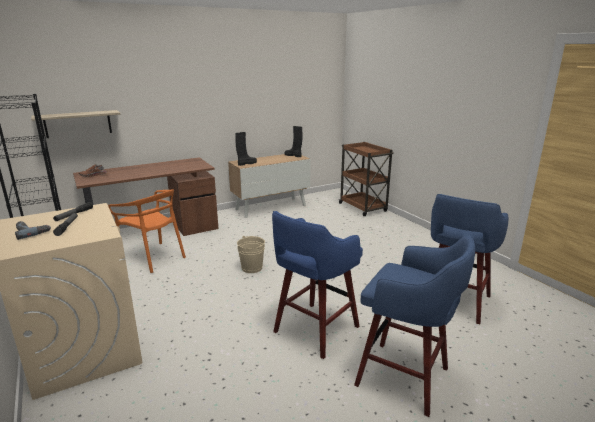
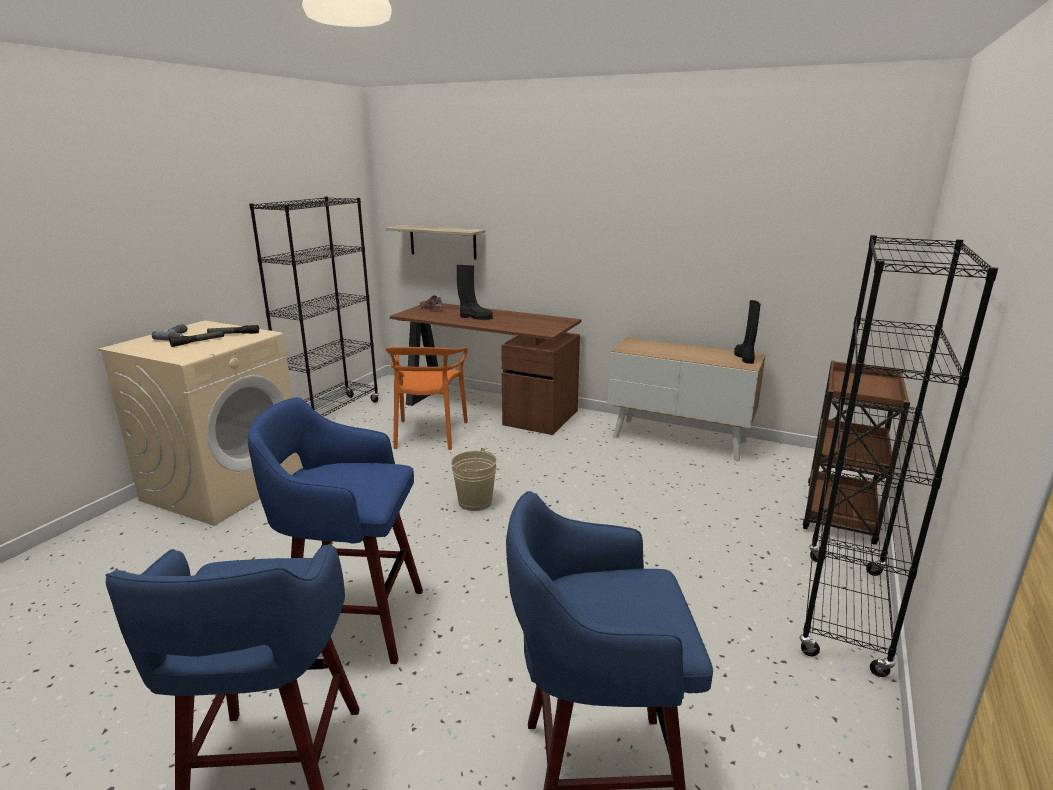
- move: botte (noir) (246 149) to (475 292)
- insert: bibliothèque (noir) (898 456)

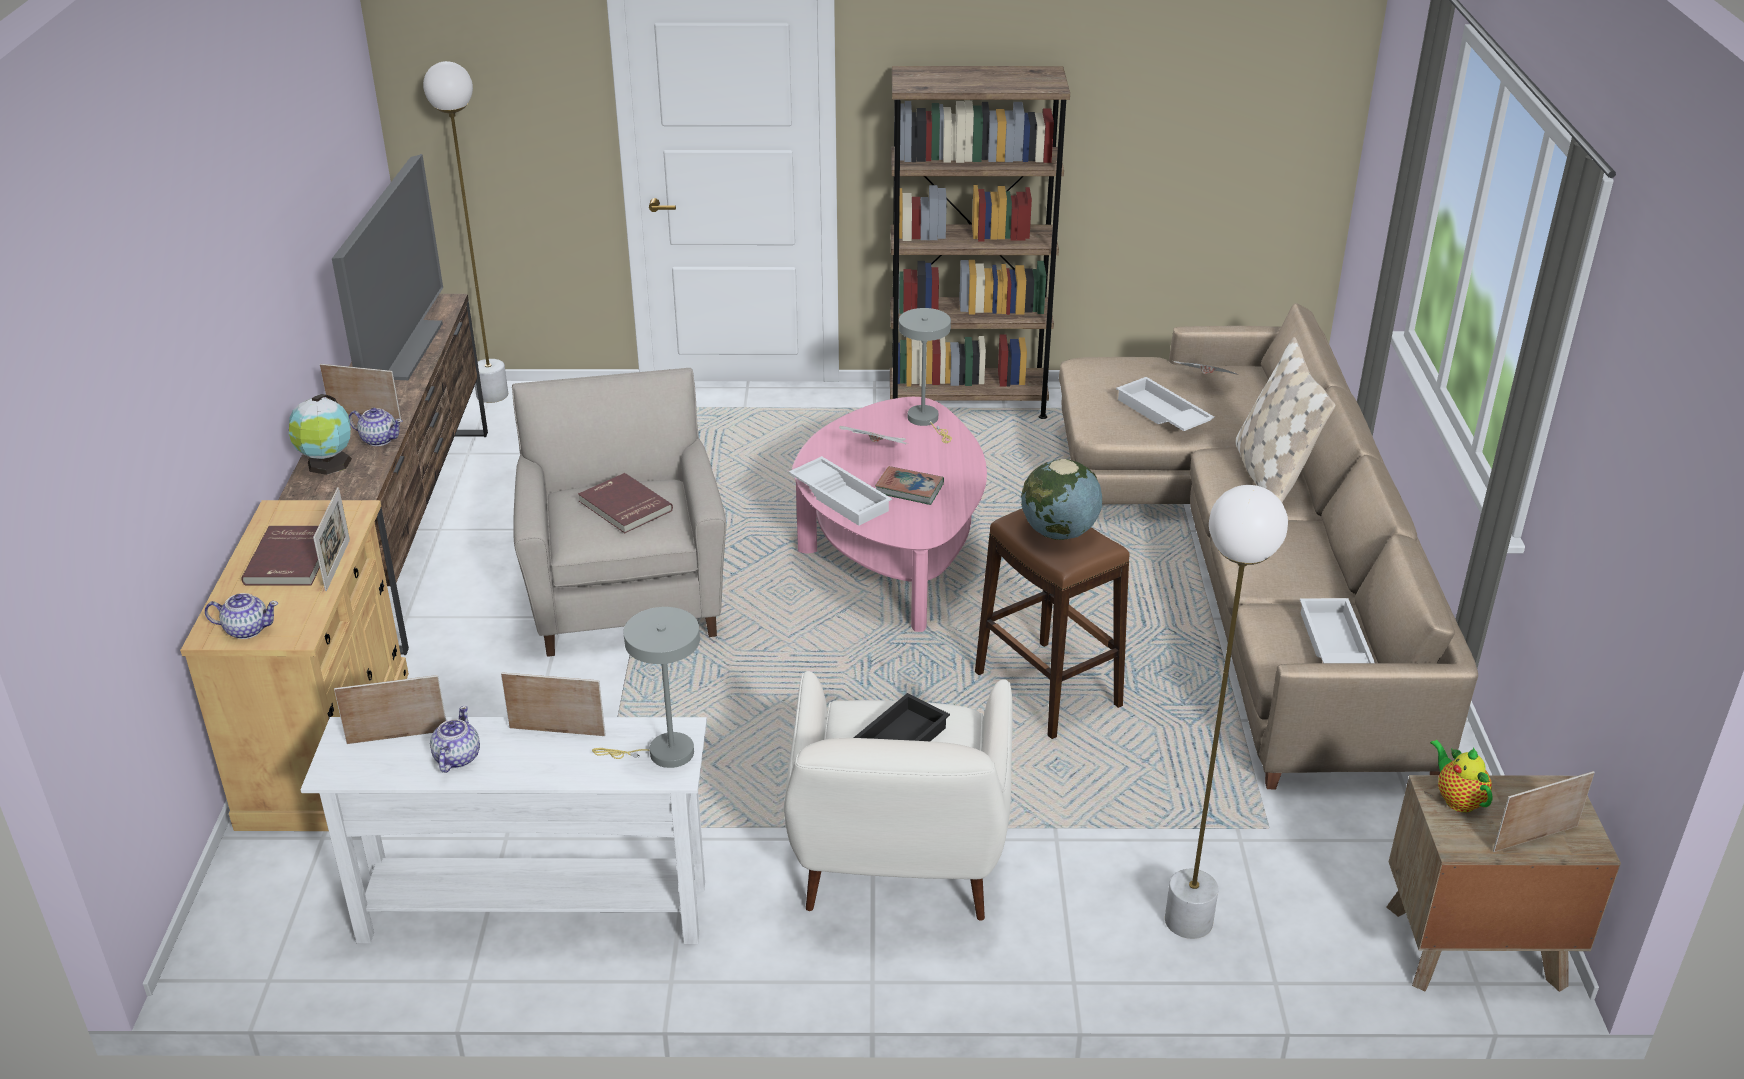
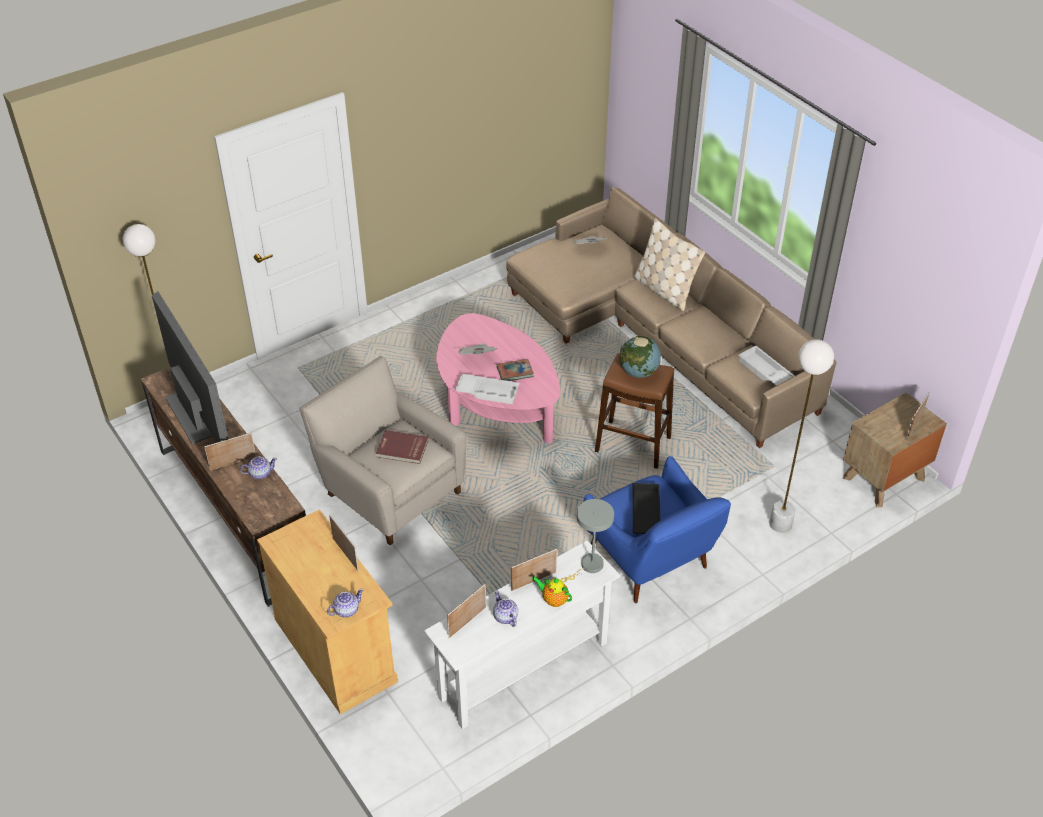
- delete: bibliothèque (marron) (980 242)
- delete: lampe de table (gris) (925 375)
- delete: plateau (blanc) (1165 404)
- delete: globe (320 434)
- delete: livre (rouge) (280 555)
- recolor: fauteuil (blanc) (898 796) to fauteuil (bleu) (657 529)
- move: théière (1461 776) to (552 591)

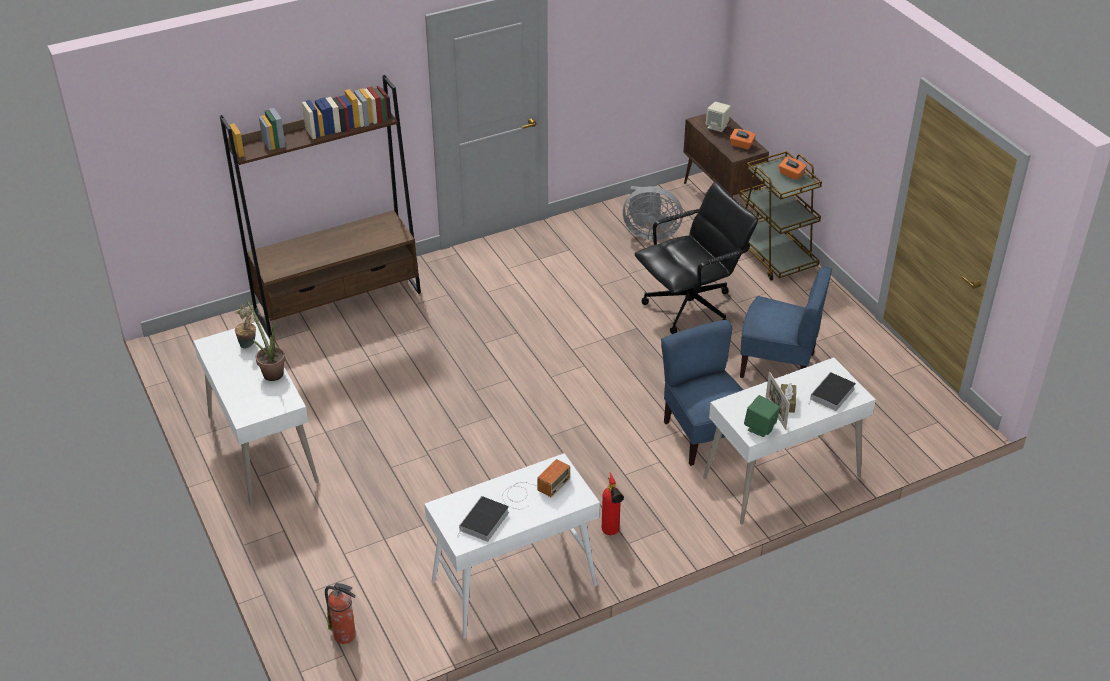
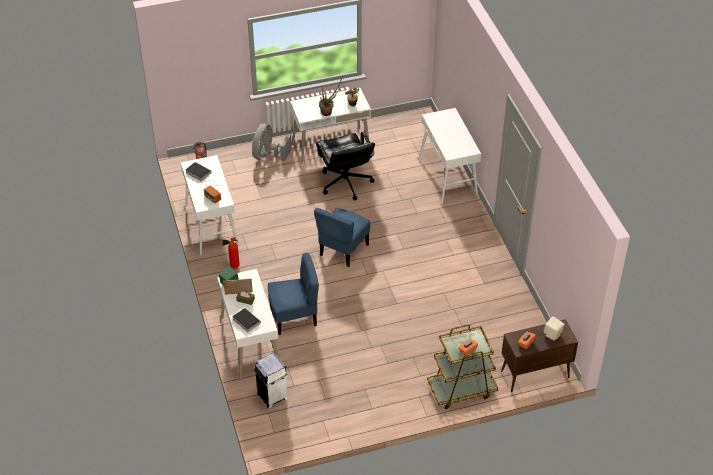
- replace: bibliothèque (marron) (320 206) to table console (blanc) (450 155)
- move: chaise de bureau (noir) (696 258) to (345 166)
- move: ventilateur (gris) (653 213) to (272 142)
- move: chaise (bleu) (786 322) to (342 237)
- insert: poubelle (blanc) (271 380)

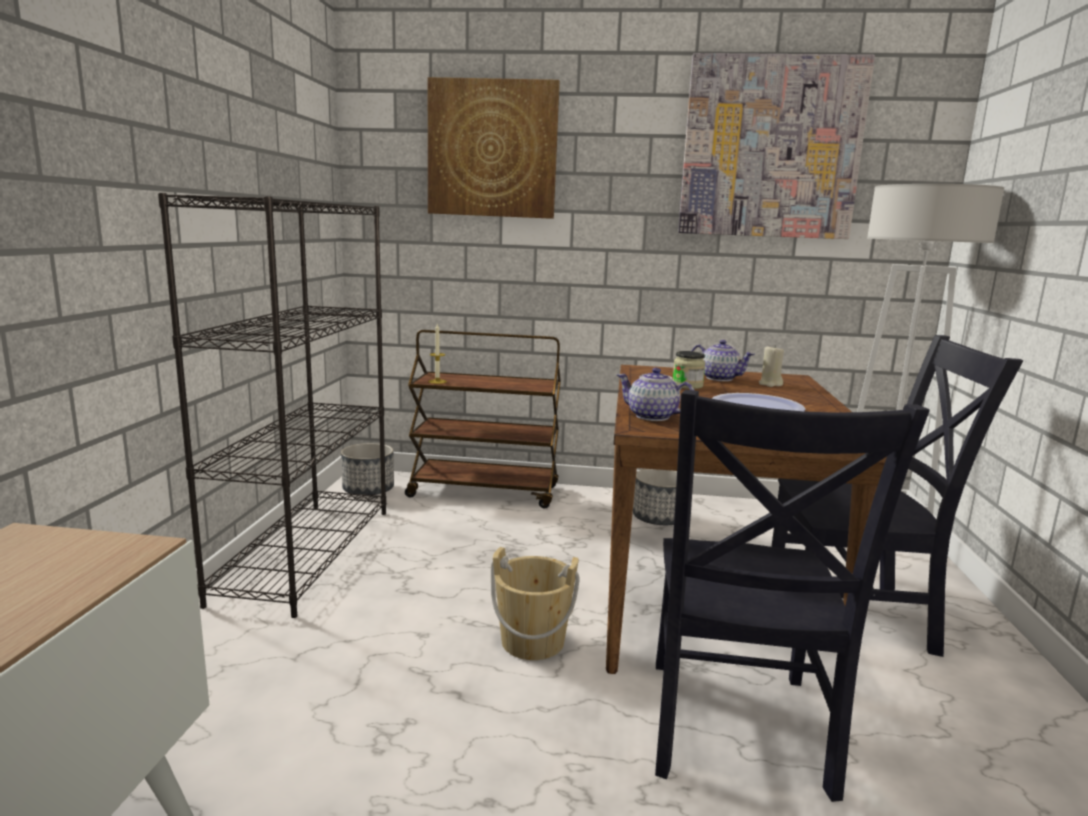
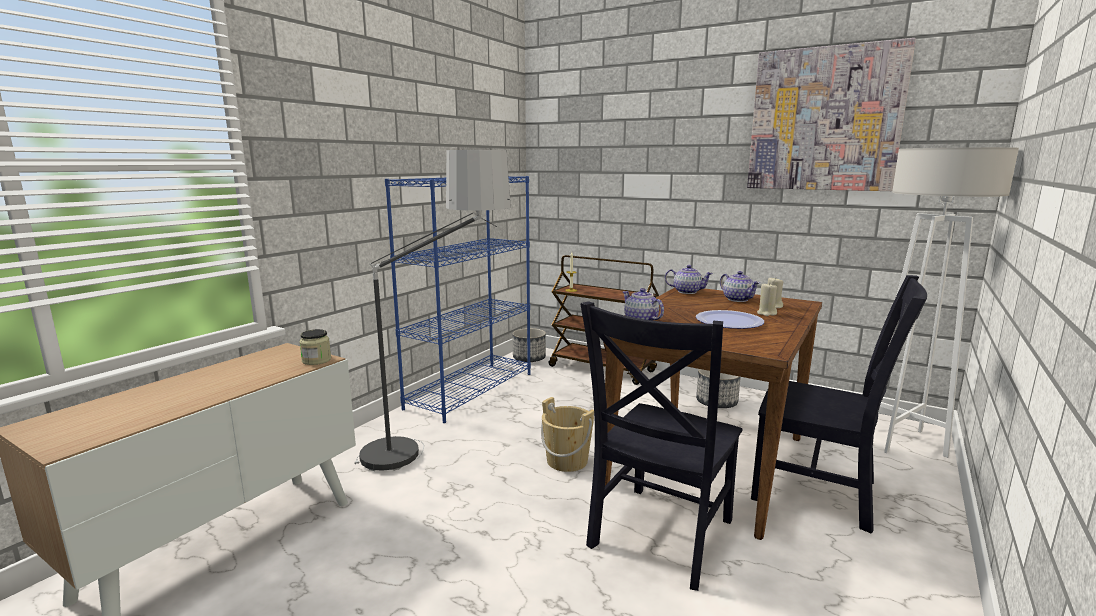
- delete: tableau (494 148)
- recolor: bibliothèque (noir) (272 405) to bibliothèque (bleu) (458 299)
- move: bocal (689 370) to (315 347)
- insert: lampadaire (432 310)
- insert: théière (689 279)
- insert: bougie (beige) (767 299)

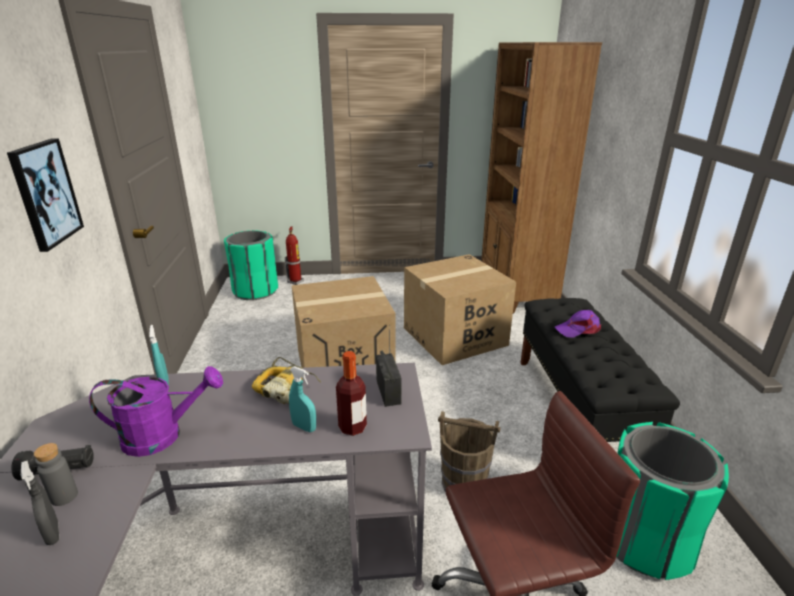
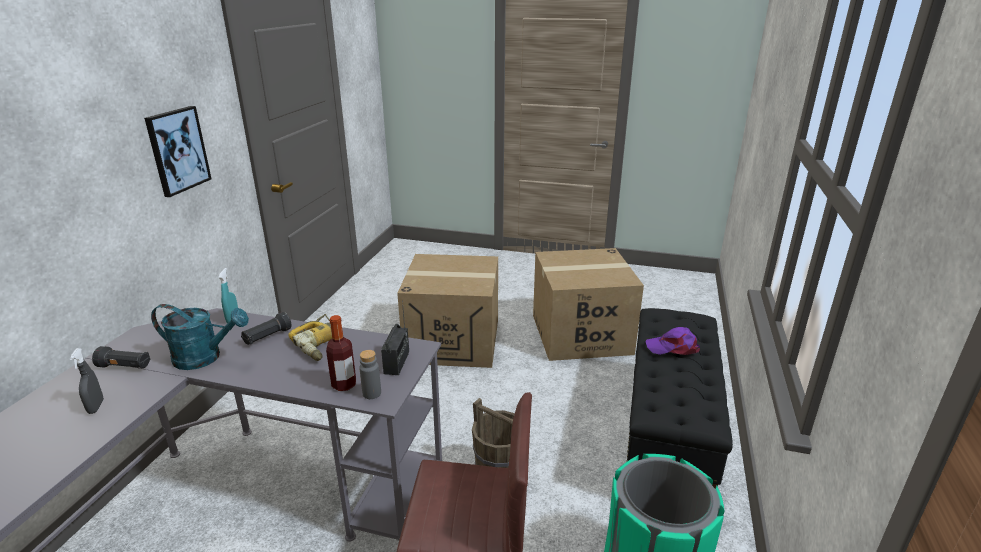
- delete: bibliothèque (marron) (542 177)
- delete: extincteur (294 256)
- delete: poubelle (vert) (251 265)
- recolor: arrosoir (violet) (156 411) to arrosoir (turquoise) (200 337)
- delete: vaporisateur (turquoise) (302 399)
- move: bouteille (gris) (56 474) to (370 374)
- insert: lampe de poche (noir) (266 328)

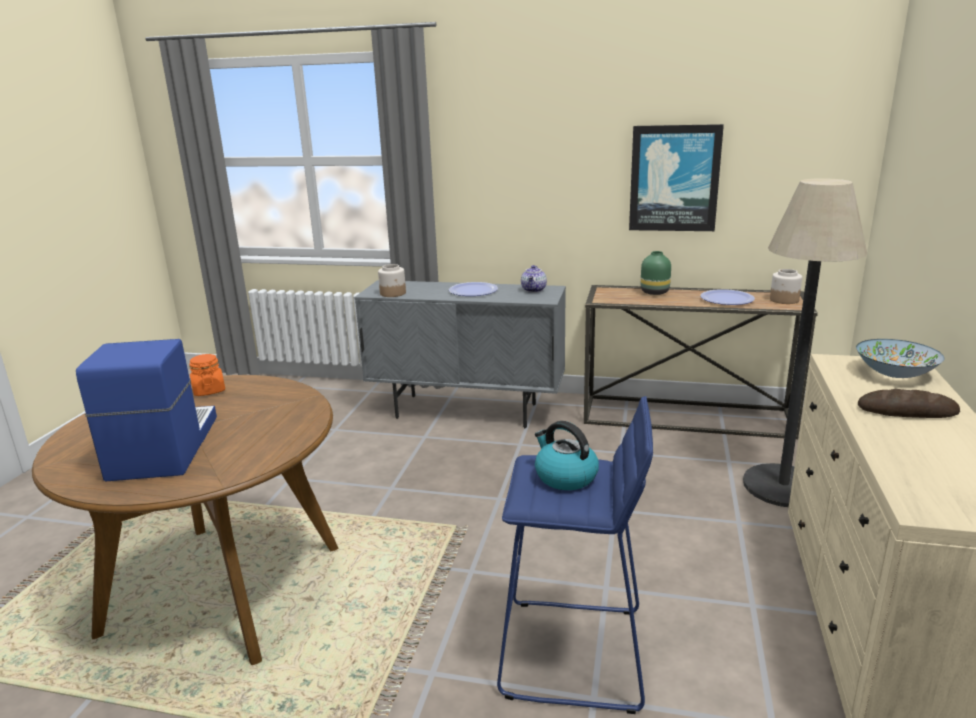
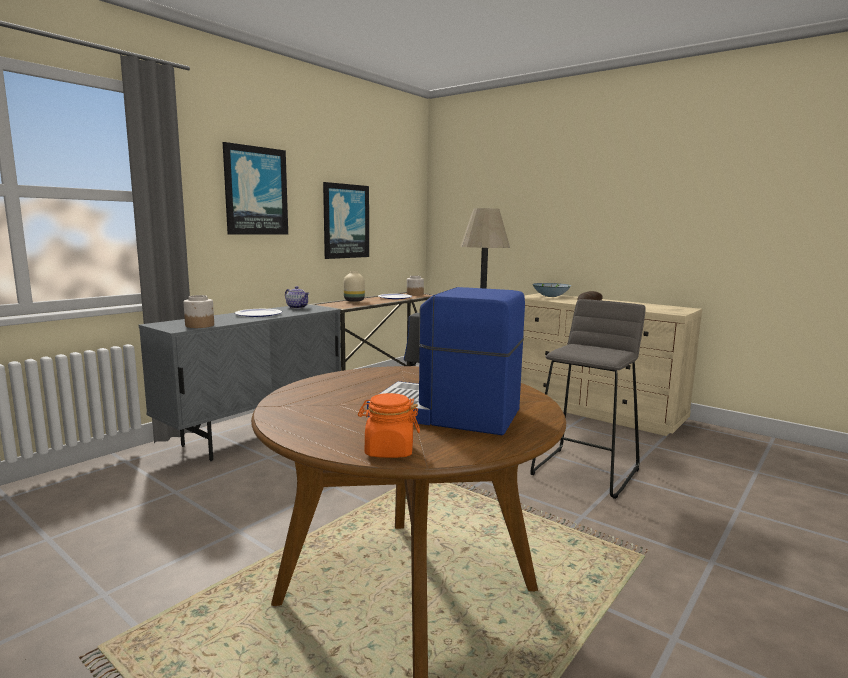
- recolor: vase (vert) (656 273) to vase (beige) (354 286)
- move: bocal (orange) (207 375) to (389 425)
- recolor: tabouret (bleu) (575 555) to tabouret (gris) (588 399)
- delete: bouilloire (567 455)
- insert: tableau (255 188)

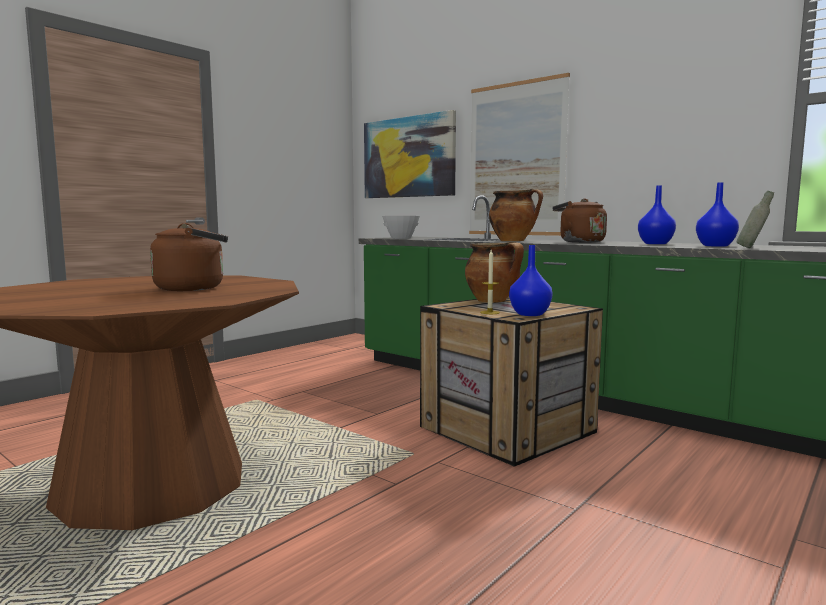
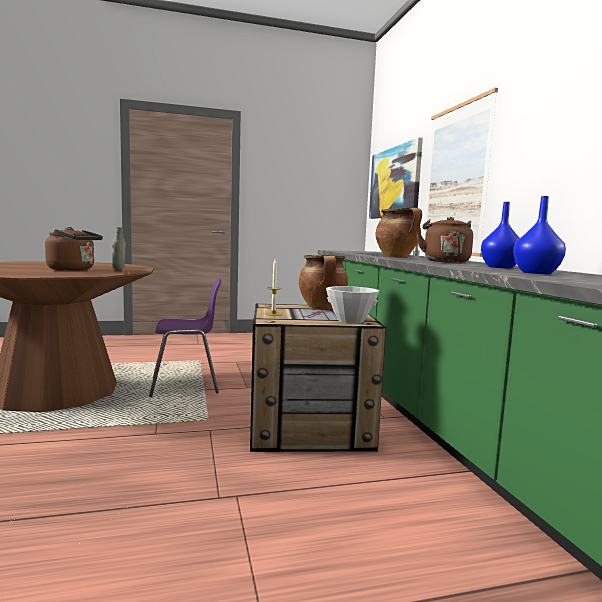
- move: bouteille (gris) (755 219) to (119 248)
- move: bol (blanc) (401 227) to (352 304)
- delete: vase (bleu) (531 280)
- insert: chaise (violet) (185 337)

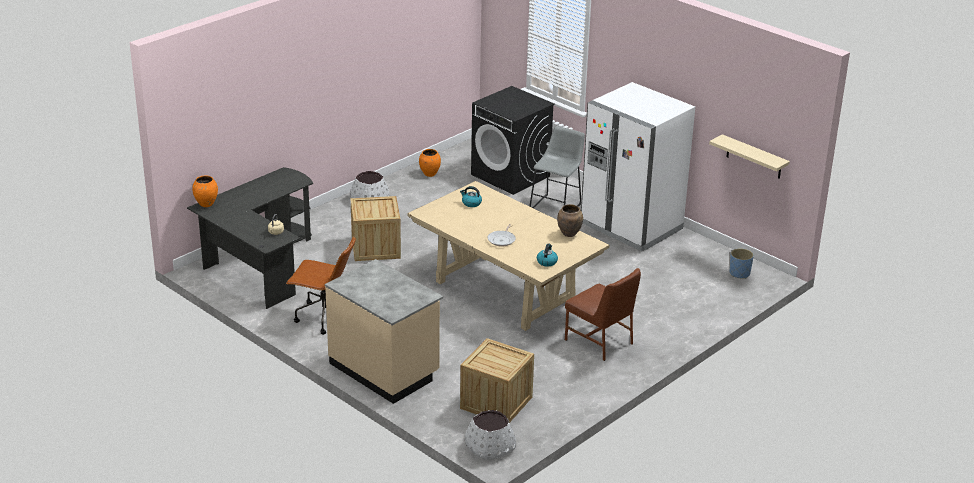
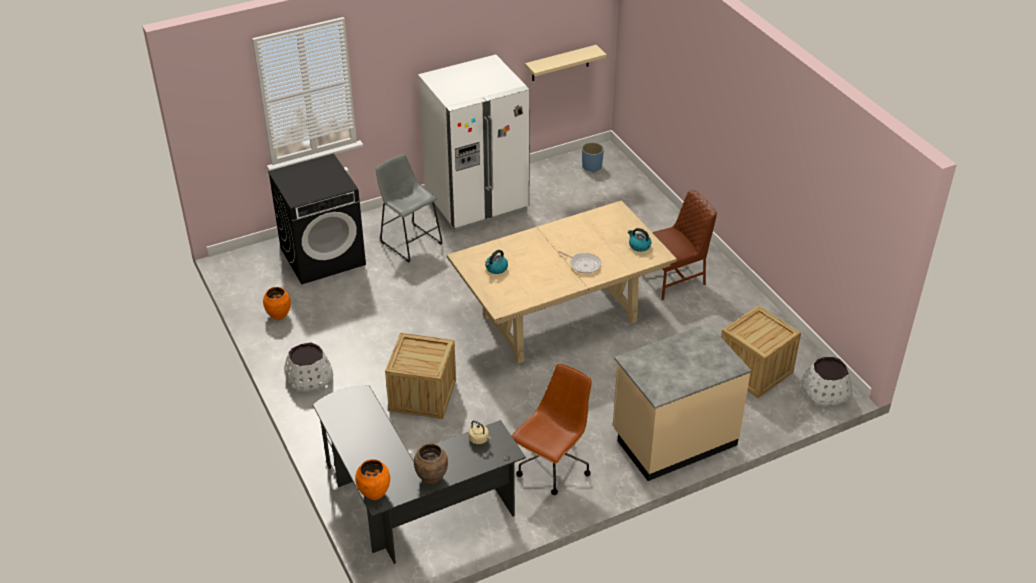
- move: vase (marron) (570 220) to (431 464)

